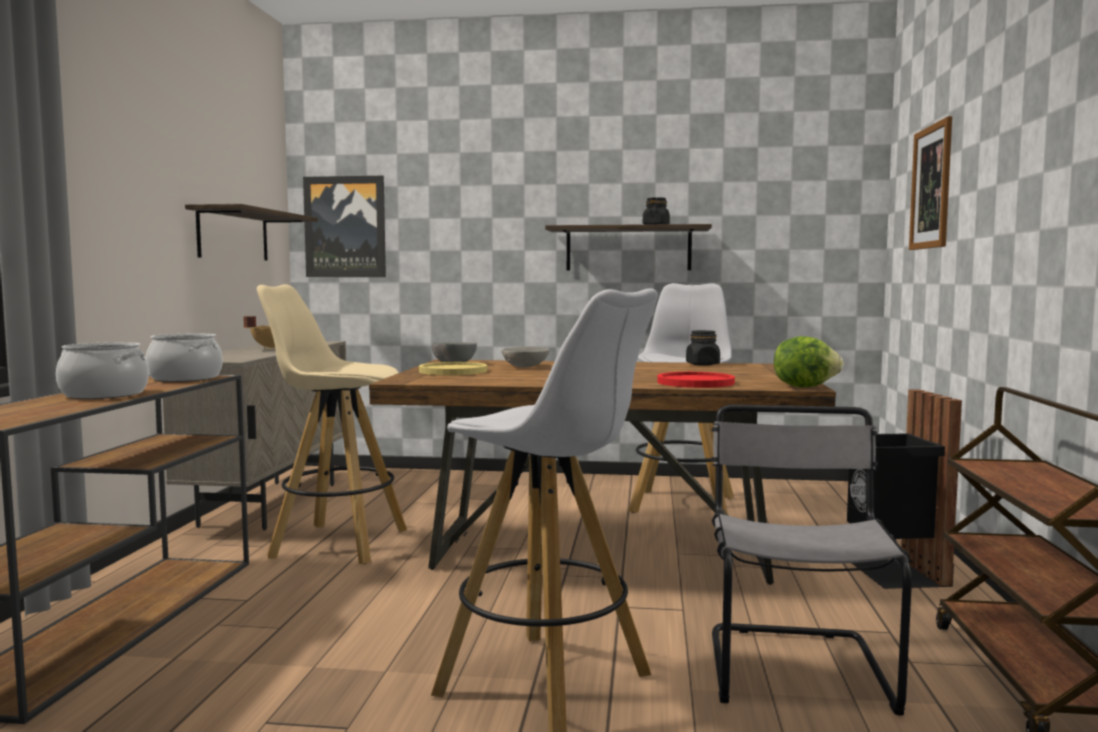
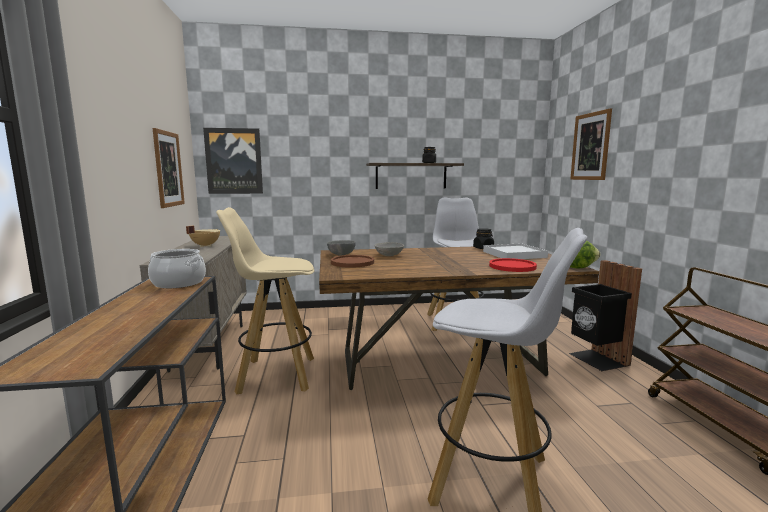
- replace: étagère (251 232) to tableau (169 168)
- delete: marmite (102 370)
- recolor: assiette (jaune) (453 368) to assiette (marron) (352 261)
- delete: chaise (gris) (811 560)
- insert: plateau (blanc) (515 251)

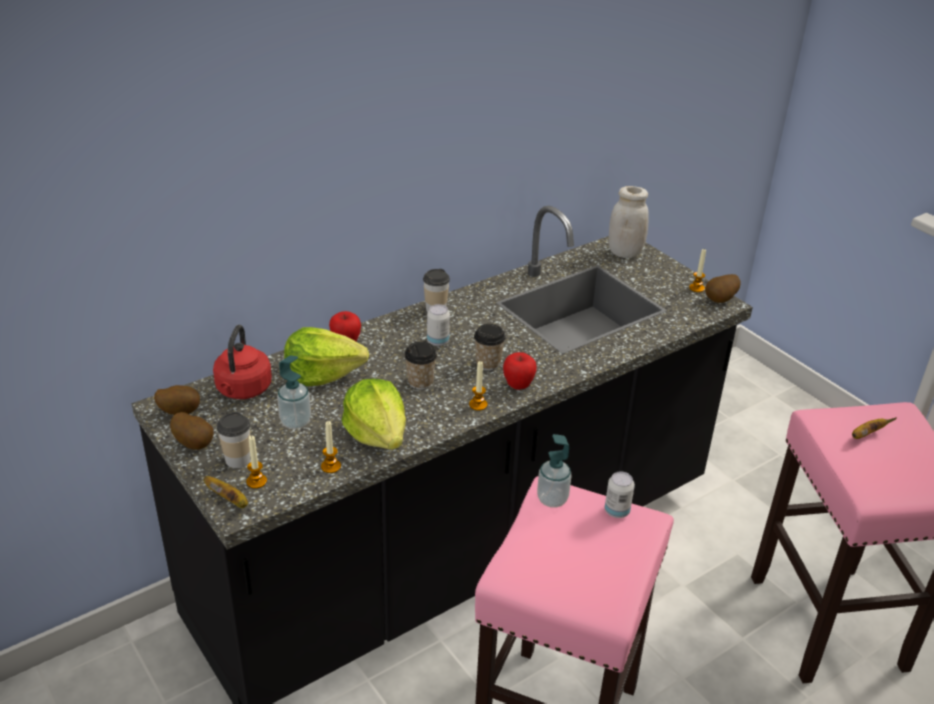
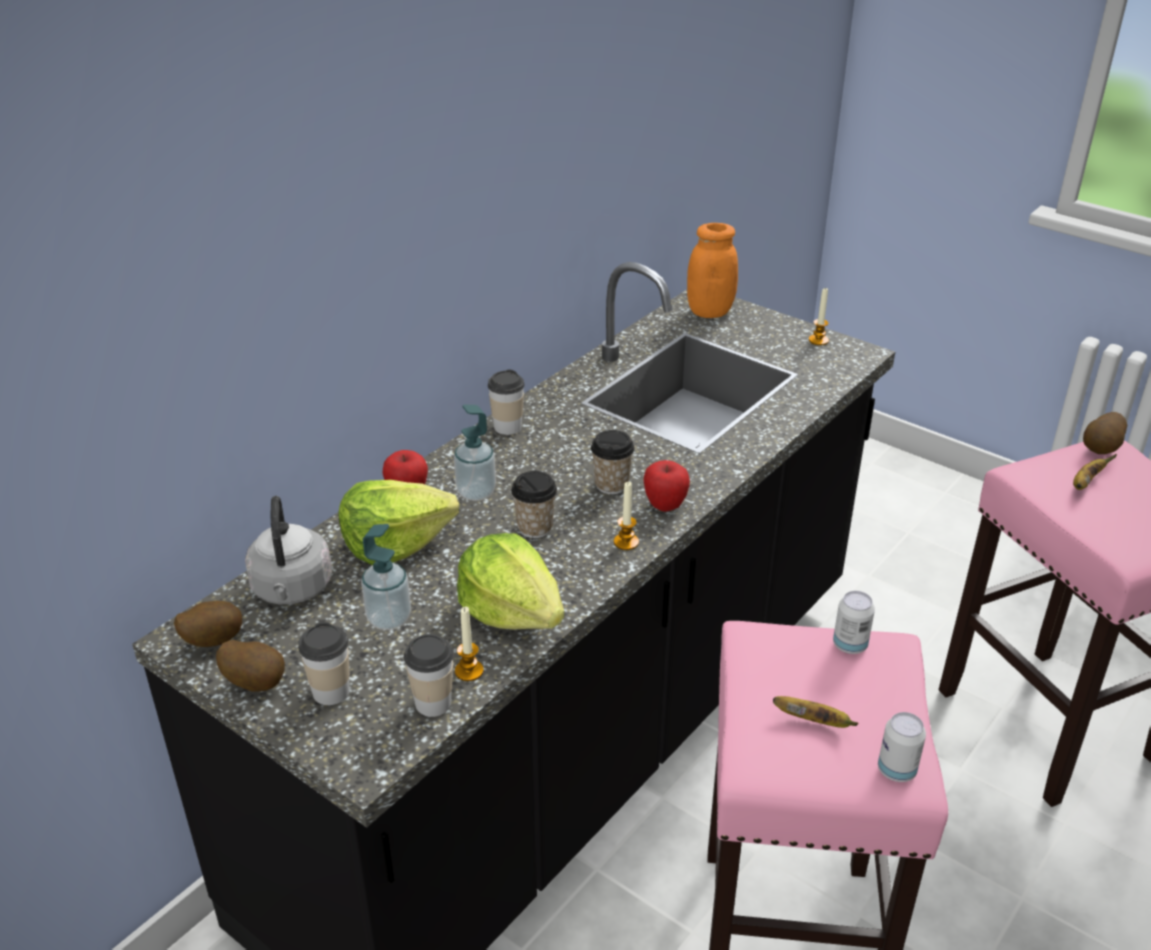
- recolor: bocal (blanc) (629 222) to bocal (orange) (712 270)
- move: pomme de terre (723 288) to (1105 433)
- move: boîte métallique (438 325) to (902 747)
- recolor: bouilloire (rouge) (242 362) to bouilloire (gris) (288 550)
- move: distributeur de savon (554 471) to (475 453)
- delete: bougie (256 462)
- move: banane (225 492) to (816 712)
- insert: tasse (429 675)

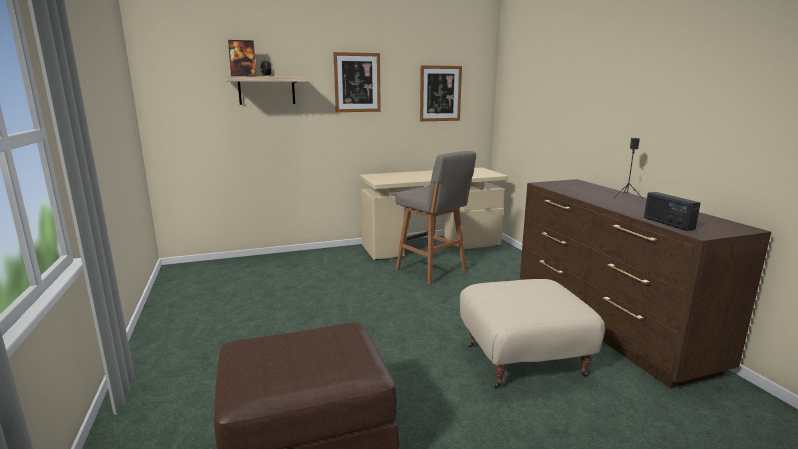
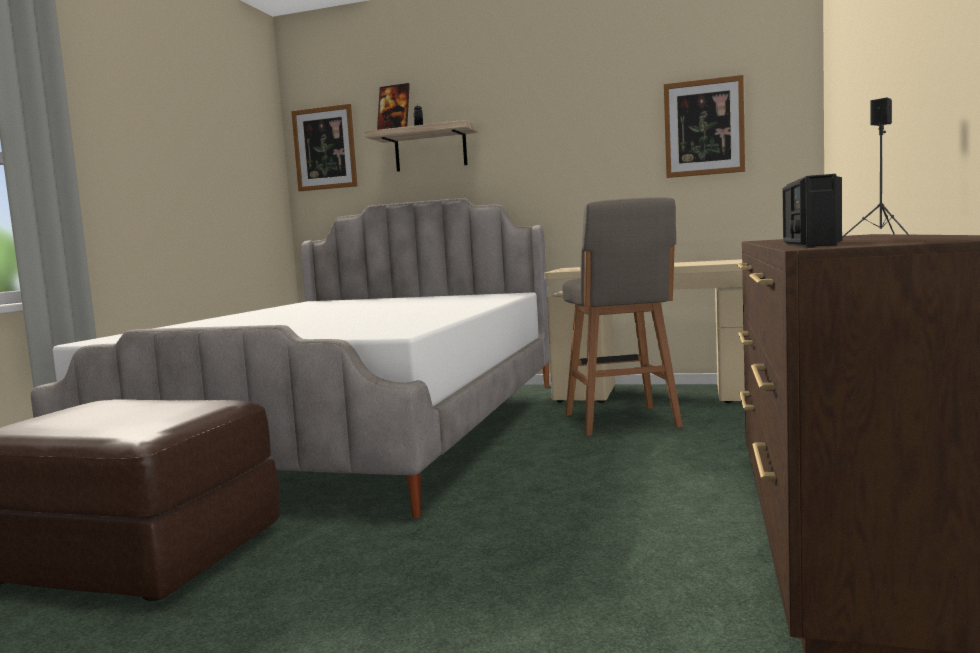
- move: tableau (357 82) to (324 147)
- delete: pouf (beige) (532 334)
- insert: lit (290 358)

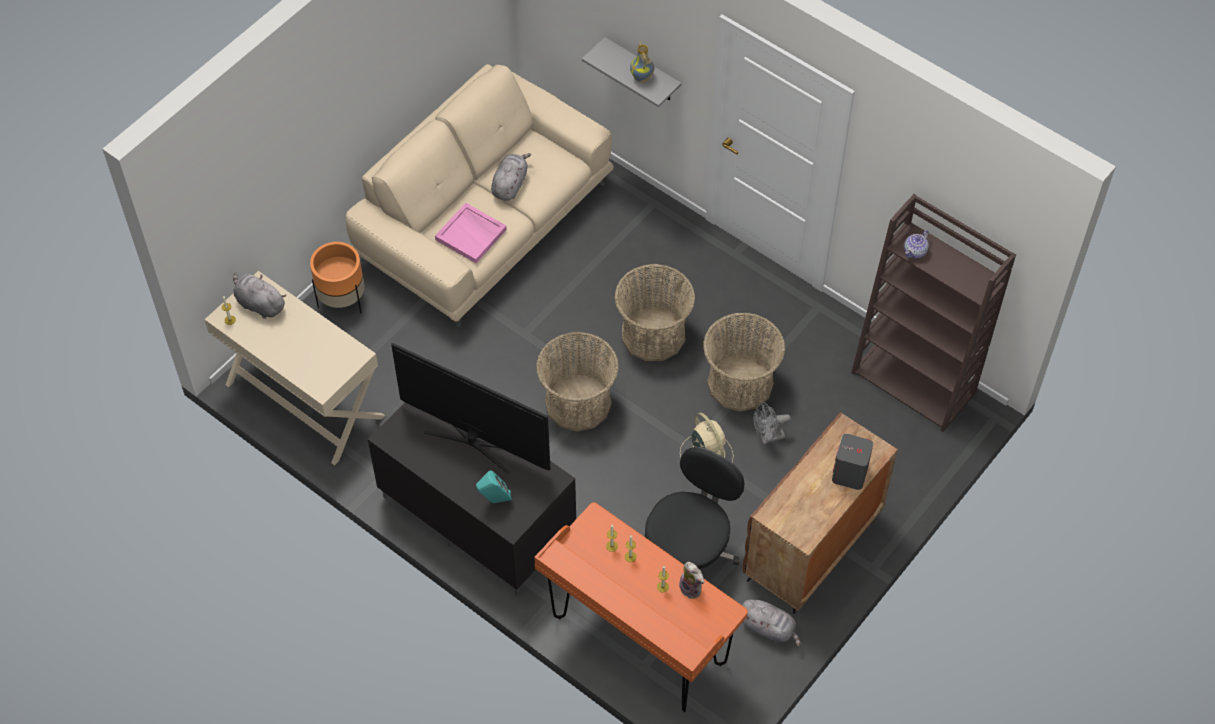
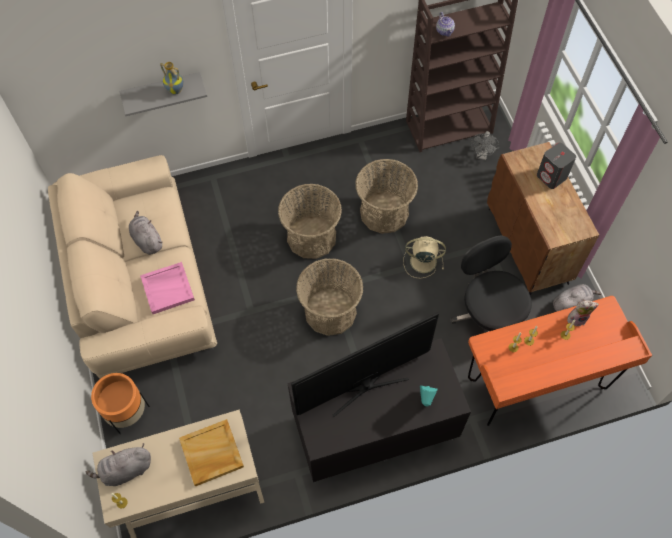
- move: ventilateur (gris) (772 423) to (484 145)
- insert: plateau (beige) (211 453)

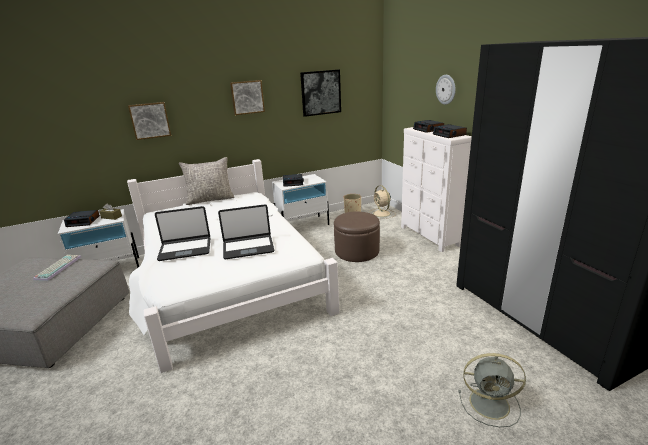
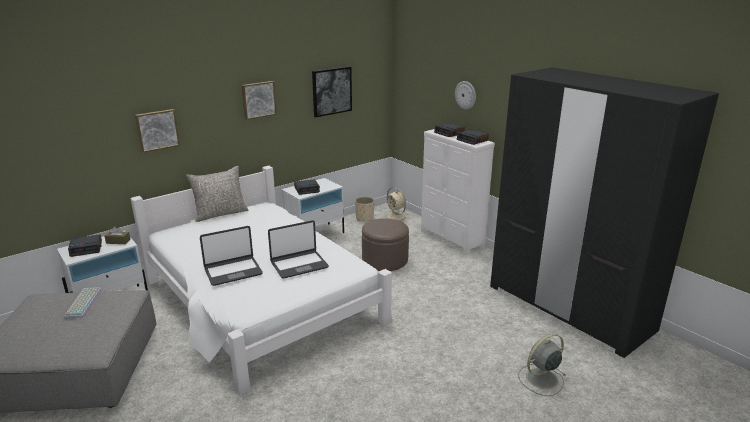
- rotate: ventilateur (gris) (492 390) = (542 365) 150 degrees clockwise

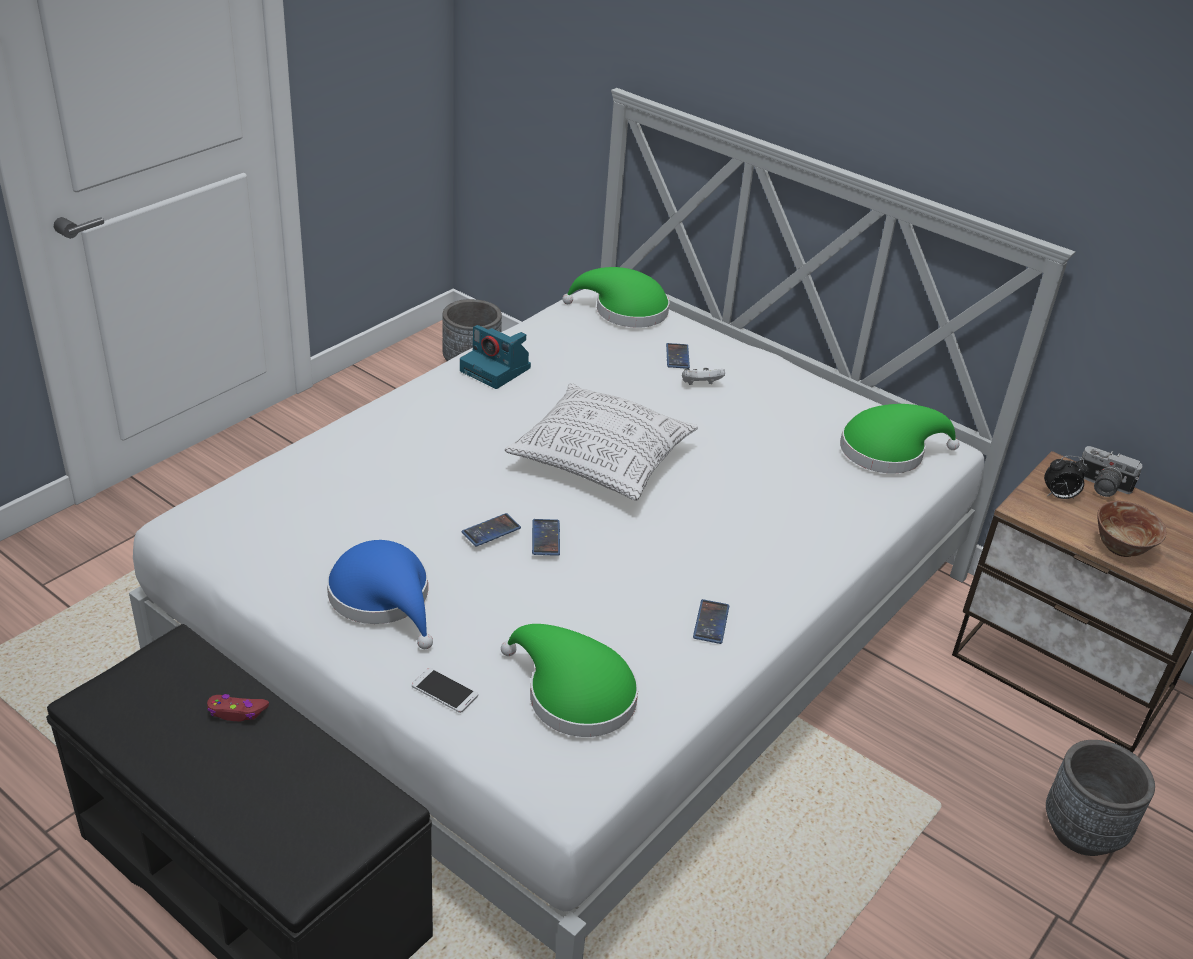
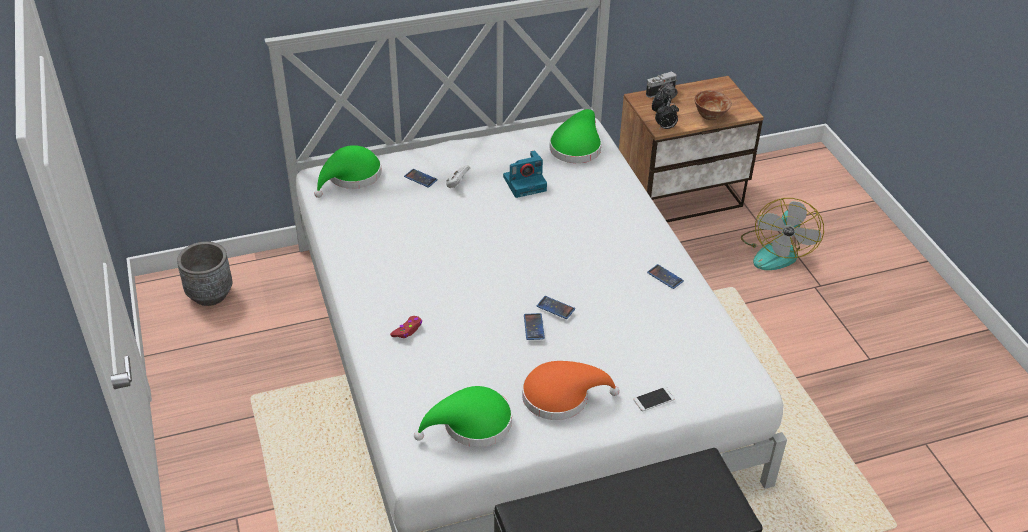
- move: appareil photo (495 357) to (525 174)
- delete: coussin (601 442)
- recolor: chapeau (bleu) (380 594) to chapeau (orange) (571 390)
- move: chapeau (vert) (569 680) to (463 416)
- move: manette (rouge) (238 707) to (406 327)
- replace: cache-pot (gris) (1100 798) to ventilateur (782 234)
- insert: réveil (667 116)

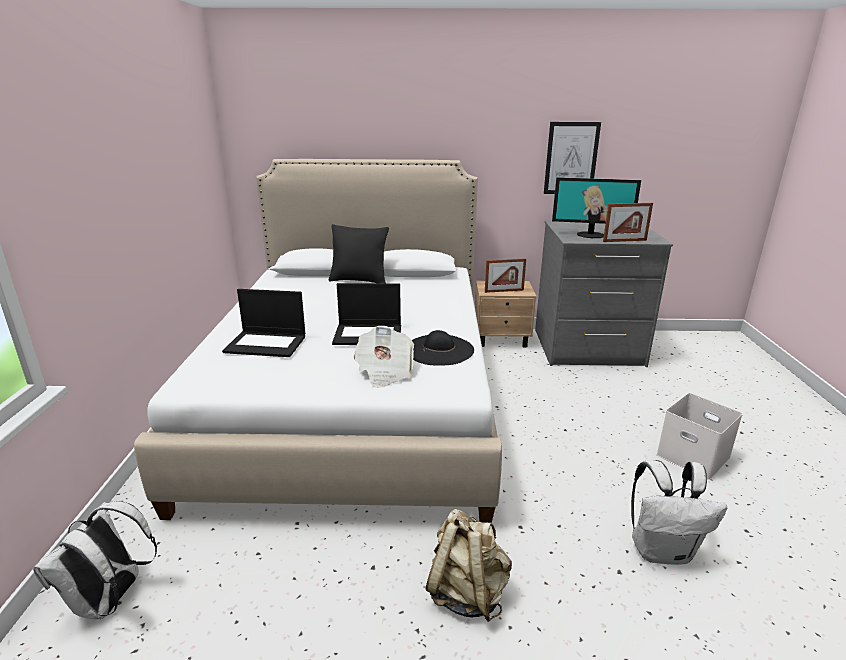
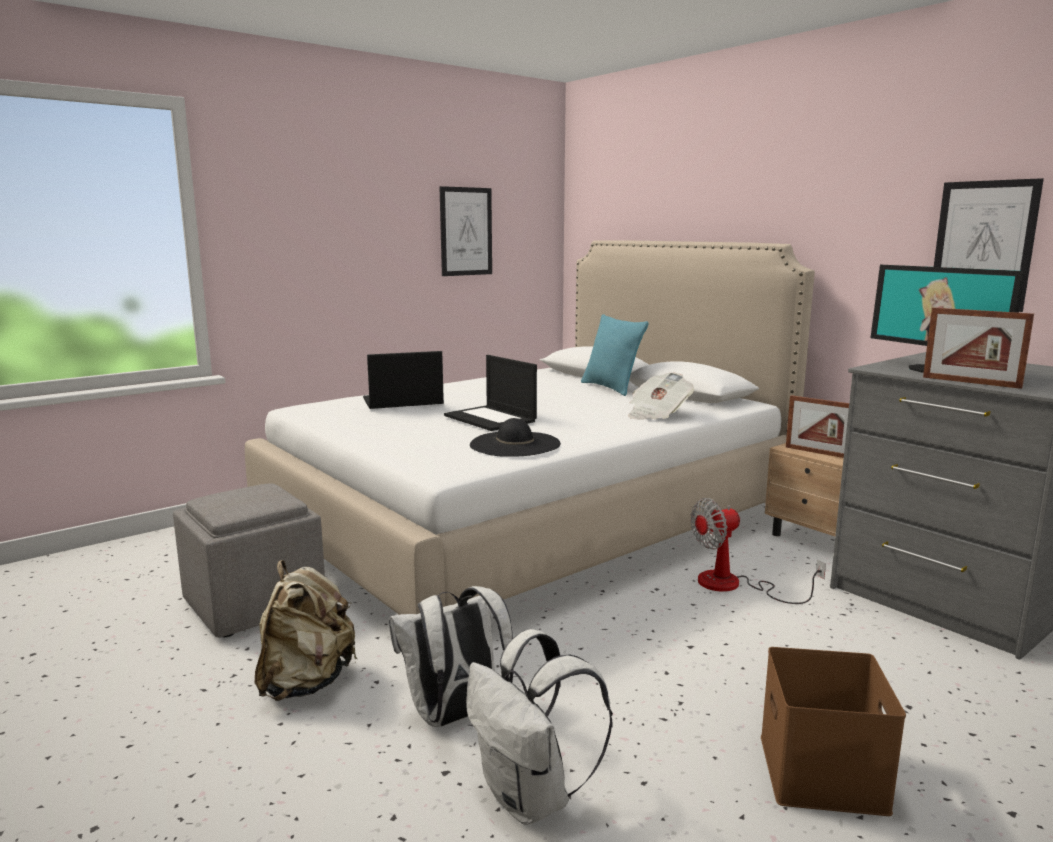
- recolor: coussin (noir) (359 253) to coussin (turquoise) (615 355)
- rotate: ordinateur portable (263 323) = (403 380) 105 degrees clockwise
- move: journal (383 357) to (661 396)
- recolor: boîte de rangement (blanc) (699 436) to boîte de rangement (marron) (833 731)
- move: sac à dos (blanc) (95 560) to (451 656)
- insert: tableau (465 231)
- insert: pouf (gris) (249 560)
- insert: ventilateur (758 551)

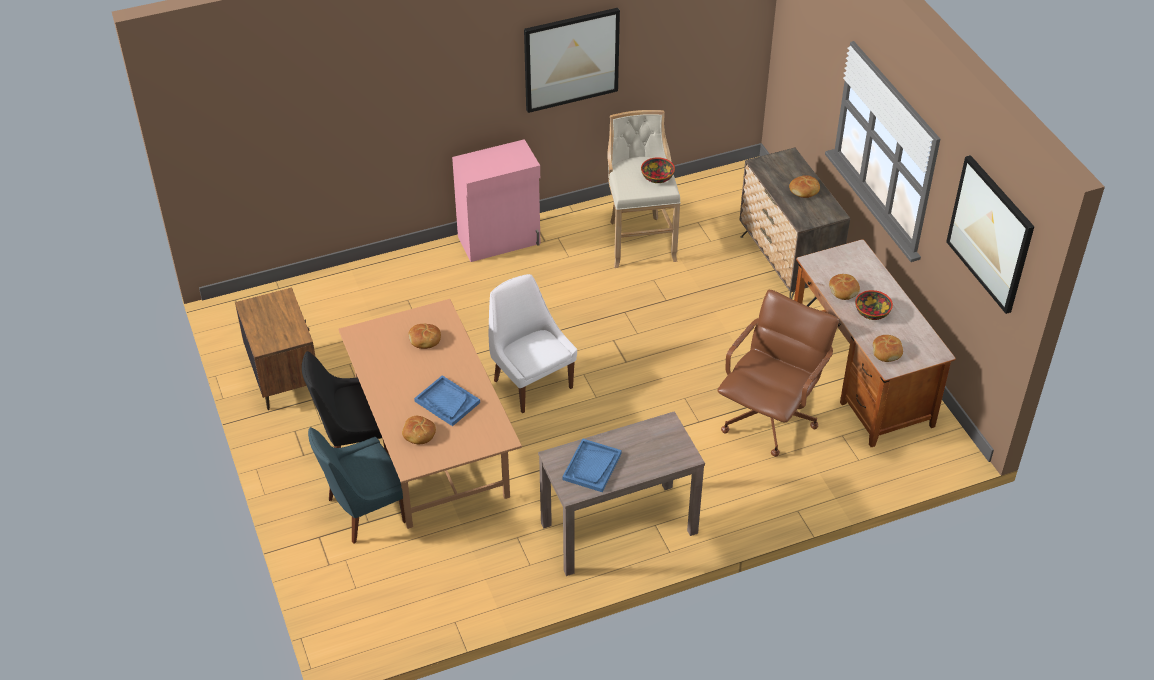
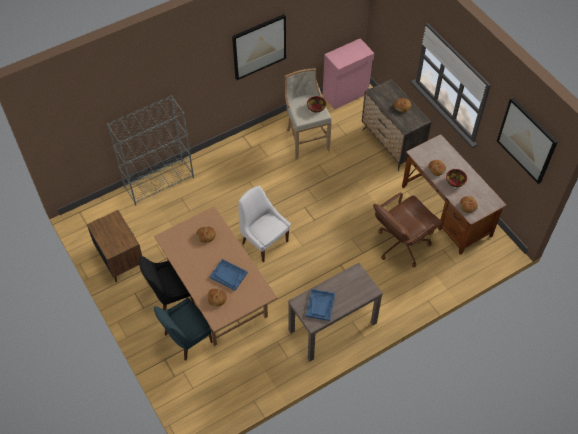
- move: meuble de rangement (rose) (496 200) to (348 74)
- rotate: chaise de bureau (marron) (778 373) = (407 229) 150 degrees counterclockwise
- insert: bibliothèque (gris) (150 150)

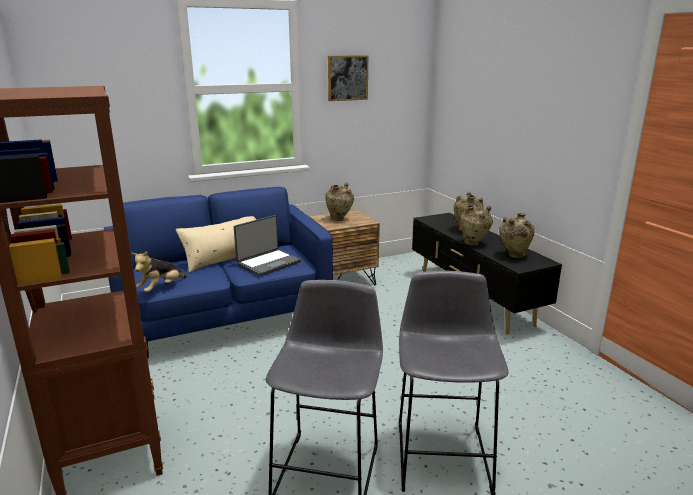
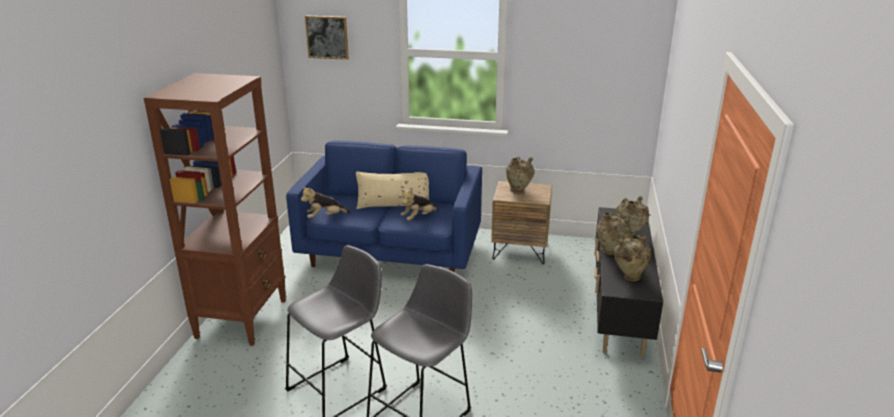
- move: tableau (348 78) to (327 37)
- replace: ordinateur portable (267 245) to peluche (419 205)

